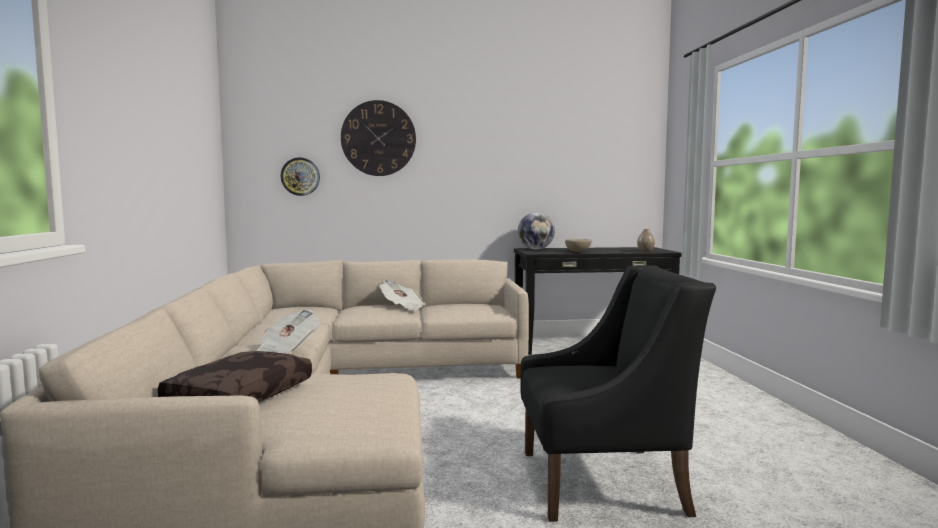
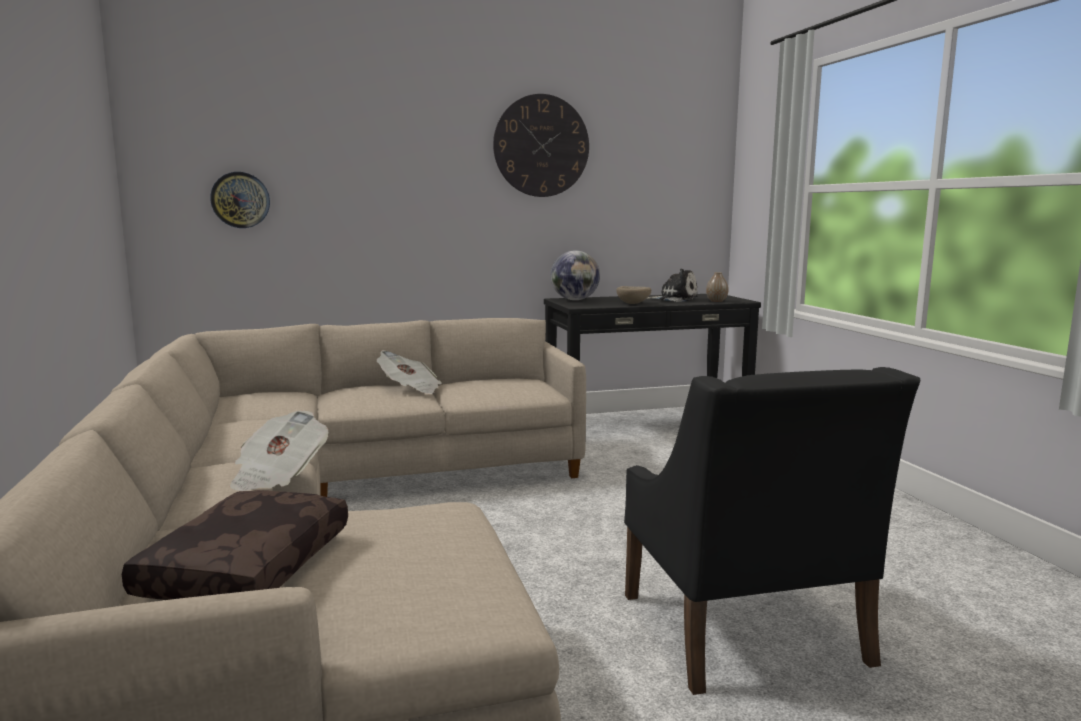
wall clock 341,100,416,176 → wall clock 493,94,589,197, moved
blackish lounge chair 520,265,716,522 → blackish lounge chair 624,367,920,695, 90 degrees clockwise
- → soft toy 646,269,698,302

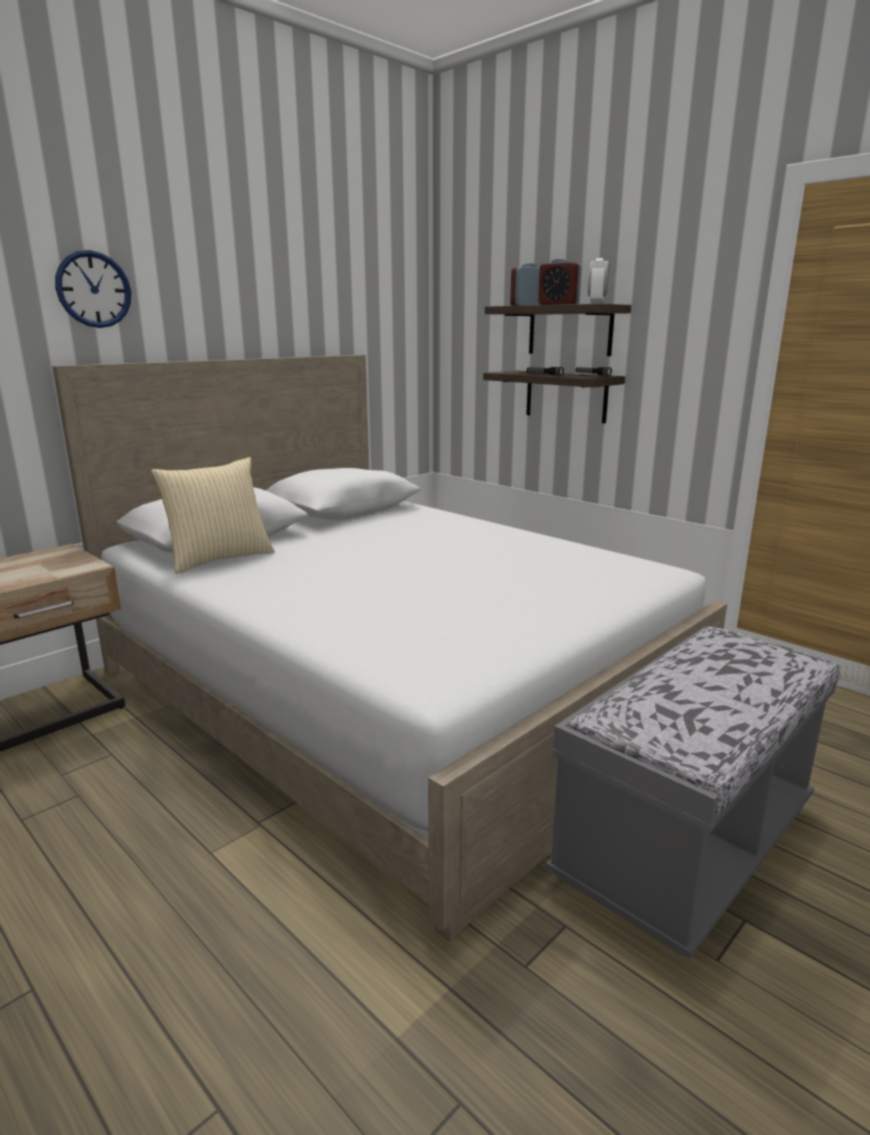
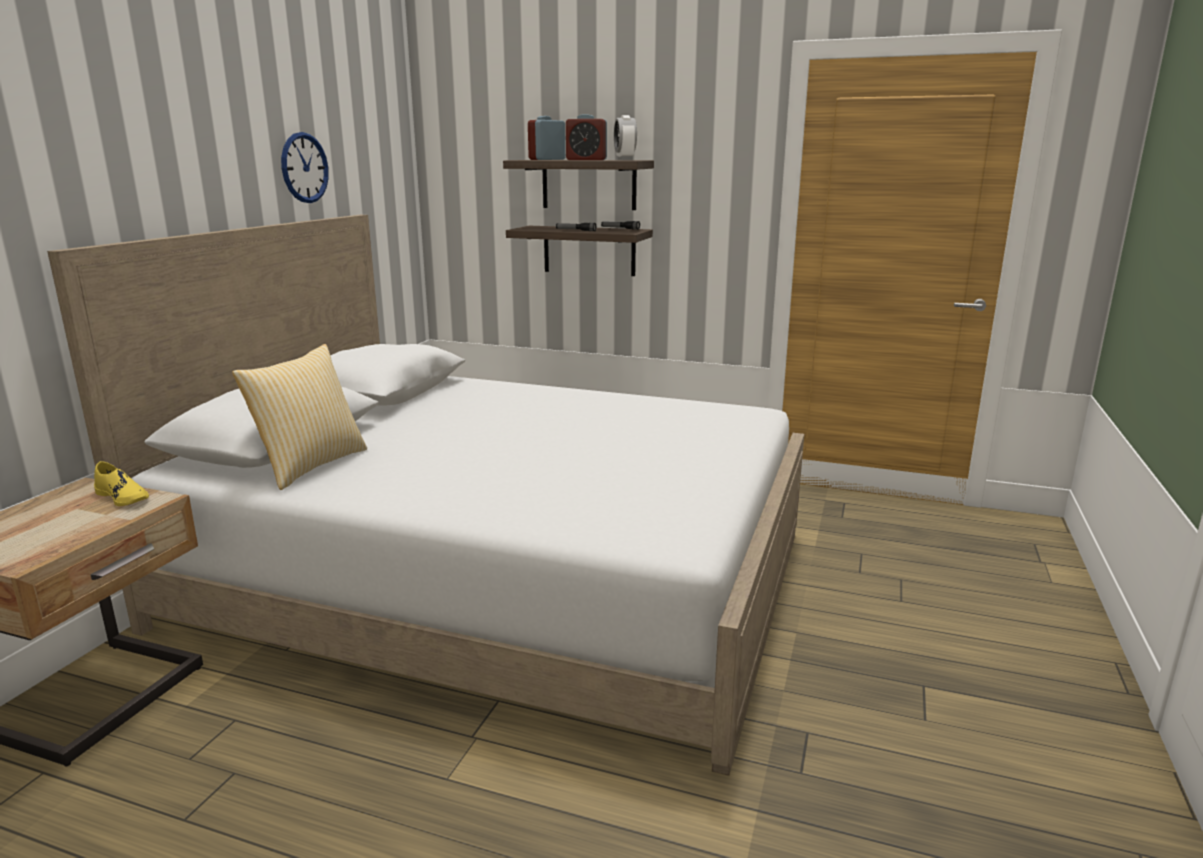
wall clock 55,250,131,328 → wall clock 281,132,329,203, moved
gray bench 545,626,840,959 → -
- → yellow shoe 94,461,149,506

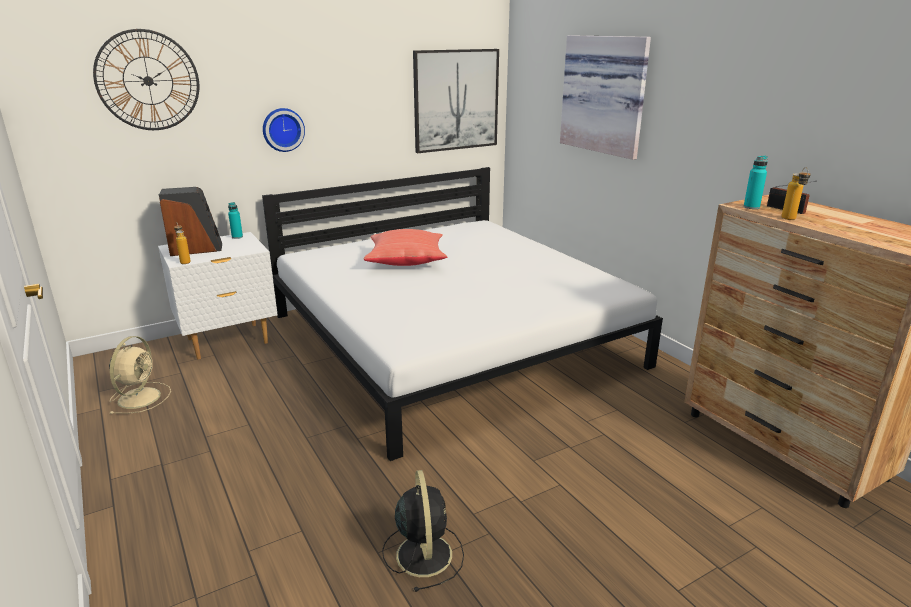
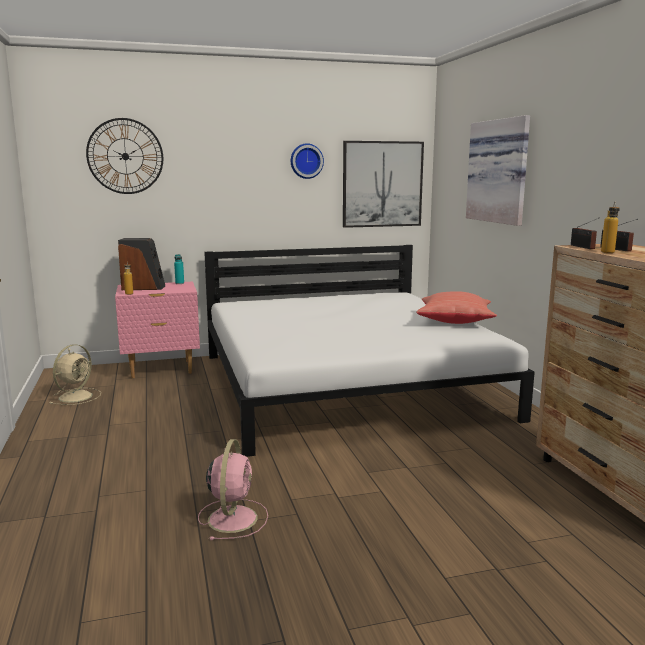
wall clock 263,108,305,152 → wall clock 291,143,324,179, moved
turquoise-coloured bottle 744,156,768,209 → radio receiver 571,218,598,249
reddish cushion 364,229,447,266 → reddish cushion 416,291,497,324, moved
white nightstand 158,232,277,359 → pink nightstand 115,281,200,378
blackish electric fan 382,470,464,592 → pink electric fan 198,439,268,540

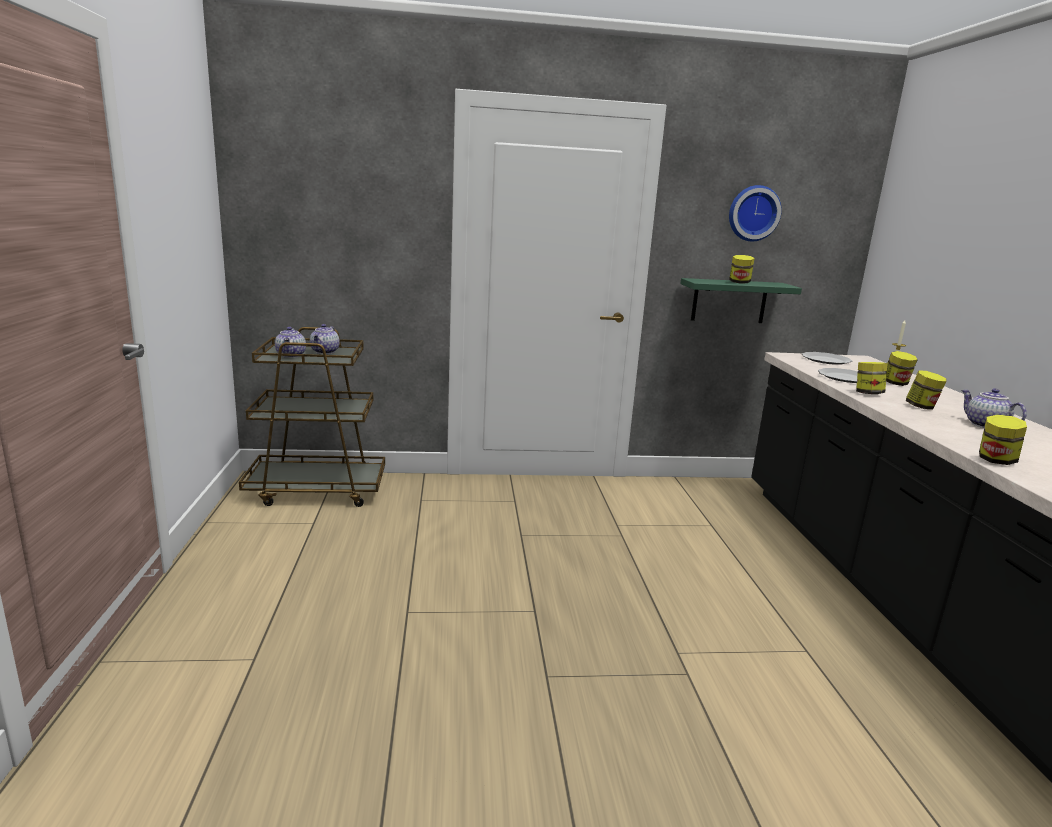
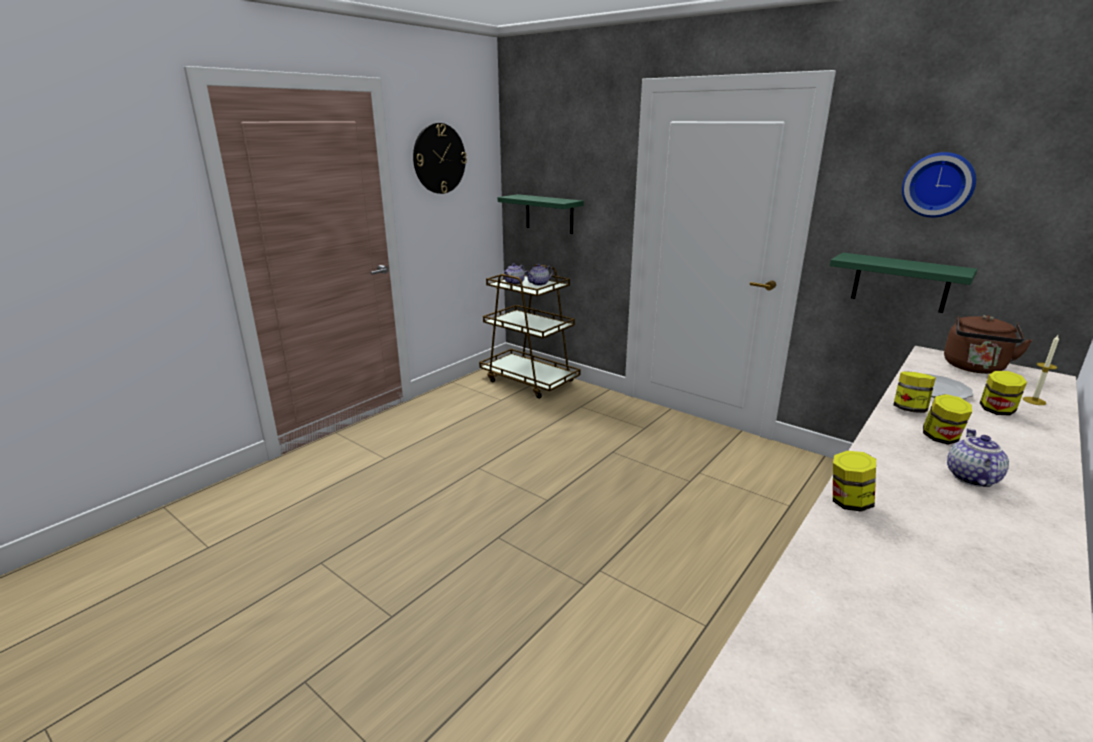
preserve jar 729,255,755,284 → -
dinner plate 802,352,852,365 → brownish tea kettle 944,315,1033,374
- → wall clock 413,123,467,194
- → green-coloured wall shelf 498,194,584,234

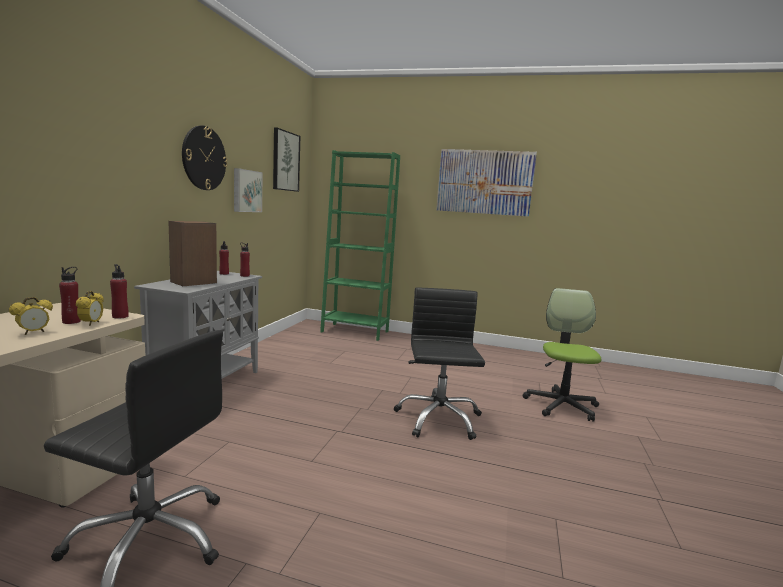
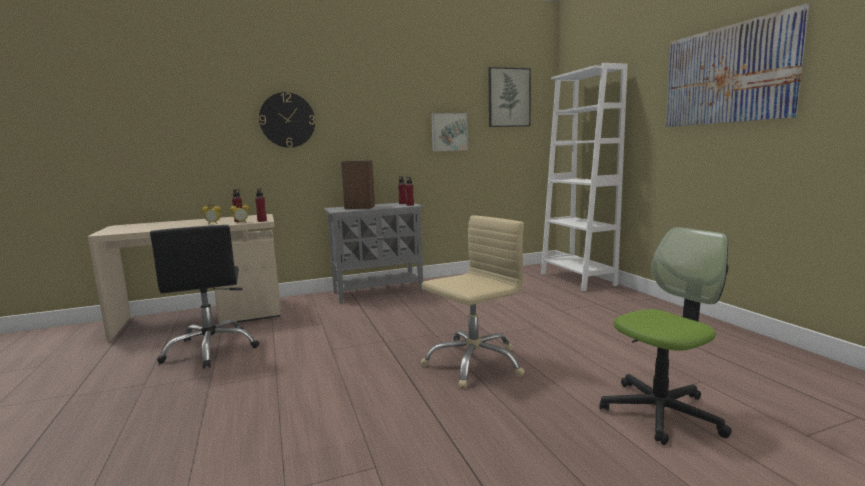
wall clock 182,126,228,190 → wall clock 259,92,315,148, moved
green-coloured bookcase 320,150,400,341 → white bookcase 541,63,628,291
blackish desk chair 394,288,485,440 → sand-coloured desk chair 421,215,525,389

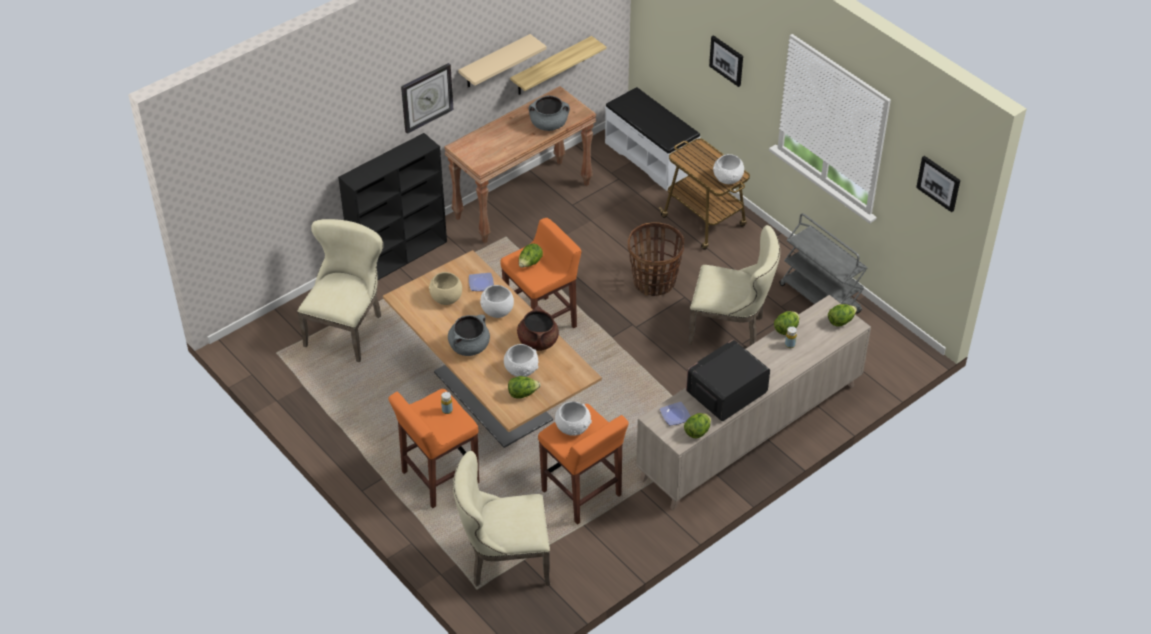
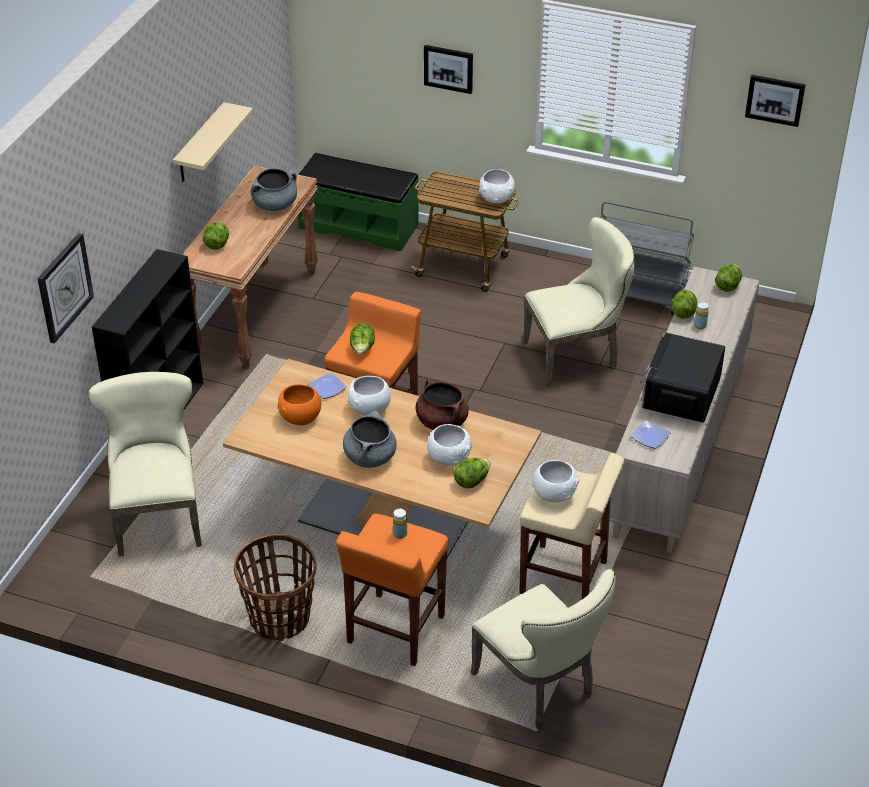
wall shelf 510,36,606,95 → -
wall clock 401,63,454,134 → wall clock 37,233,94,344, moved
white bench 605,87,700,191 → green-coloured bench 298,153,419,251
storage basket 628,222,684,296 → storage basket 234,534,316,641, moved
sand-coloured serving bowl 429,272,462,305 → orangey serving bowl 277,384,321,425
orangey sitting stool 538,404,629,525 → sand-coloured sitting stool 519,453,624,599
lettuce head 684,413,711,439 → lettuce head 203,222,229,250, moved
sand-coloured chair 453,451,550,586 → sand-coloured chair 471,569,616,729, 90 degrees counterclockwise

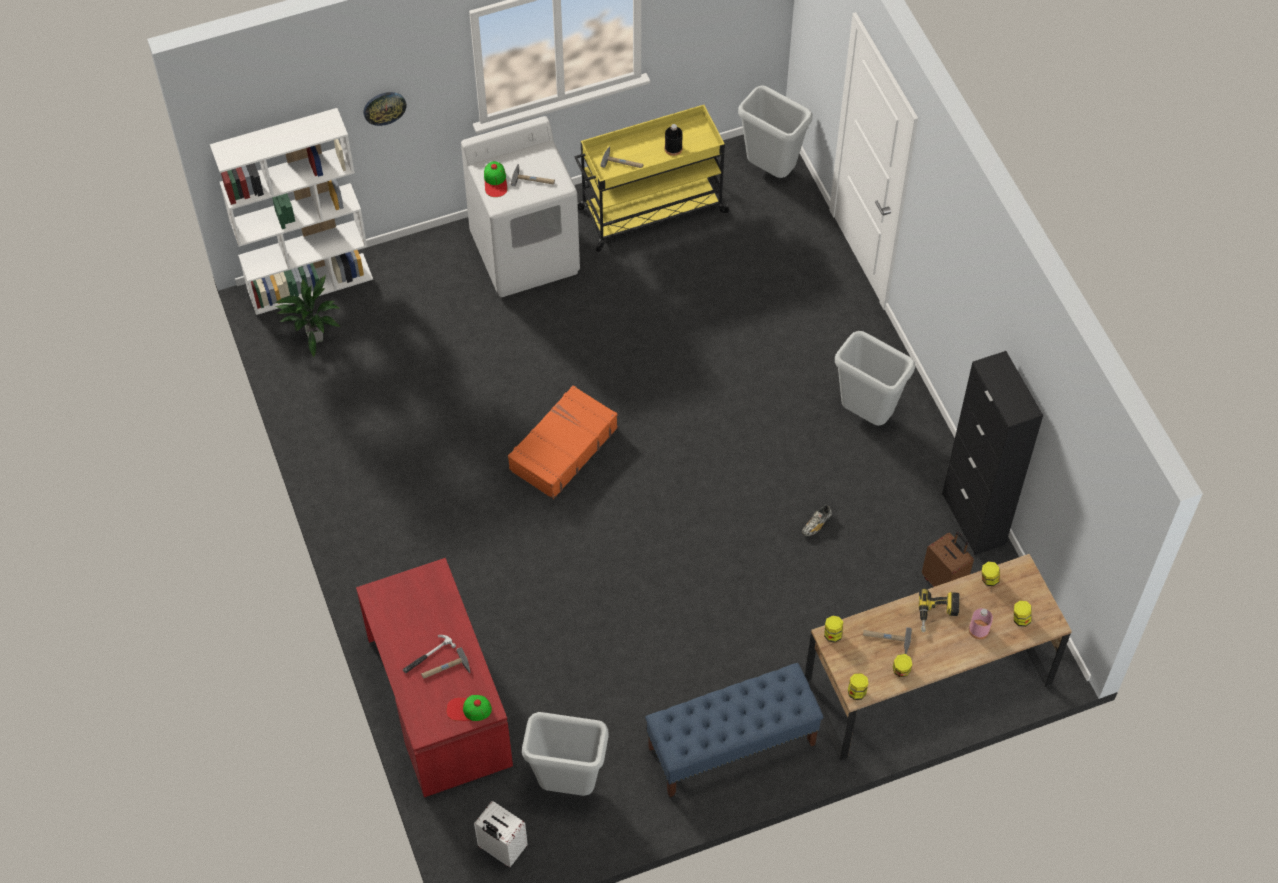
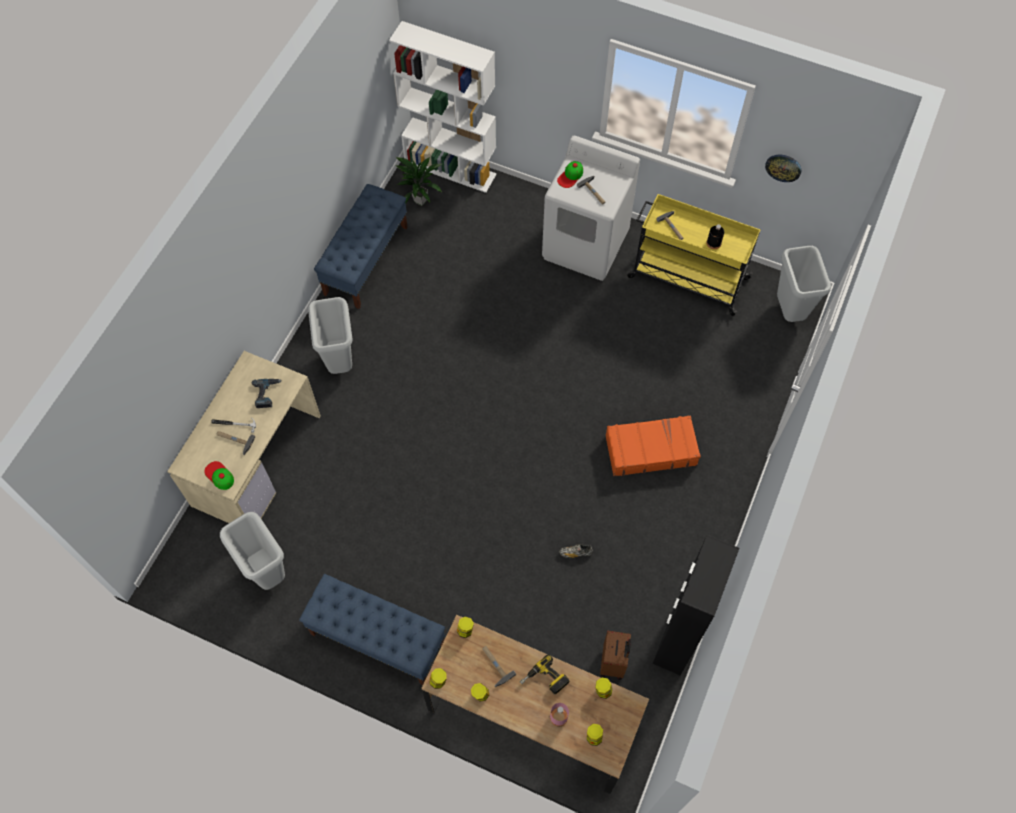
wall clock 364,92,406,126 → wall clock 765,155,801,182, moved
gray trash can 835,331,915,425 → gray trash can 308,297,352,374, moved
orangey suitcase 508,385,618,499 → orangey suitcase 605,415,701,477, moved
reddish desk unit 356,558,513,797 → sand-coloured desk unit 167,351,321,523
white suitcase 474,801,528,867 → -
- → blue bench 314,184,408,309
- → power drill 252,379,282,408

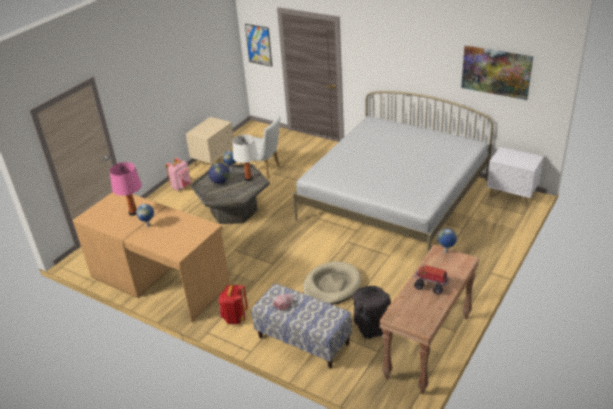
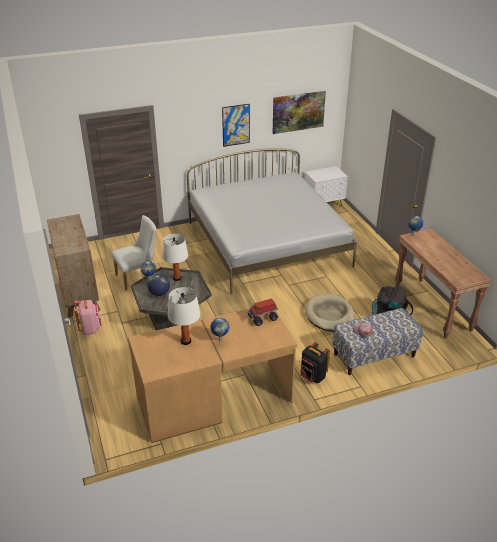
wall picture 245,24,272,67 → wall picture 222,104,250,147, moved
sand-coloured nightstand 186,117,234,166 → brownish drawer chest 47,214,101,318
pink tabletop lamp 110,162,142,216 → white tabletop lamp 168,287,200,345
toy truck 414,265,450,295 → toy truck 248,299,279,326, moved
reddish backpack 218,285,248,324 → blackish backpack 300,342,330,383

